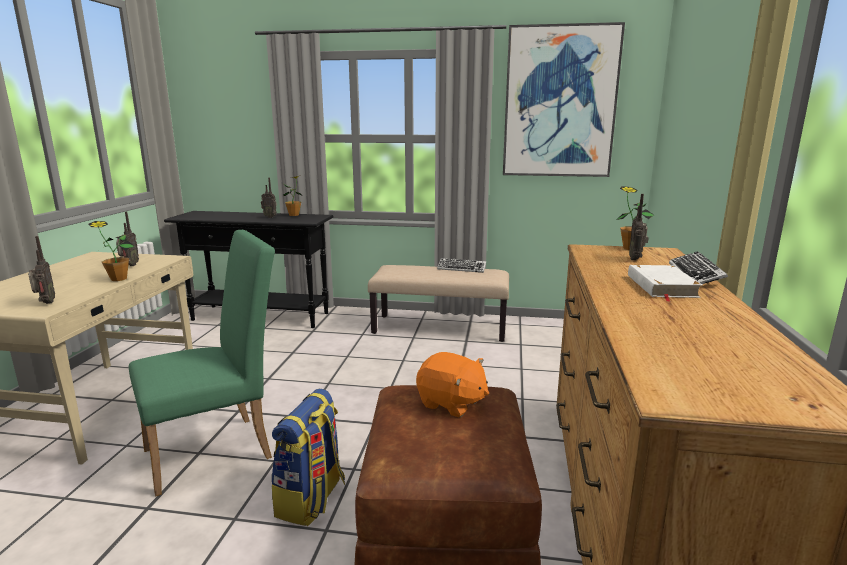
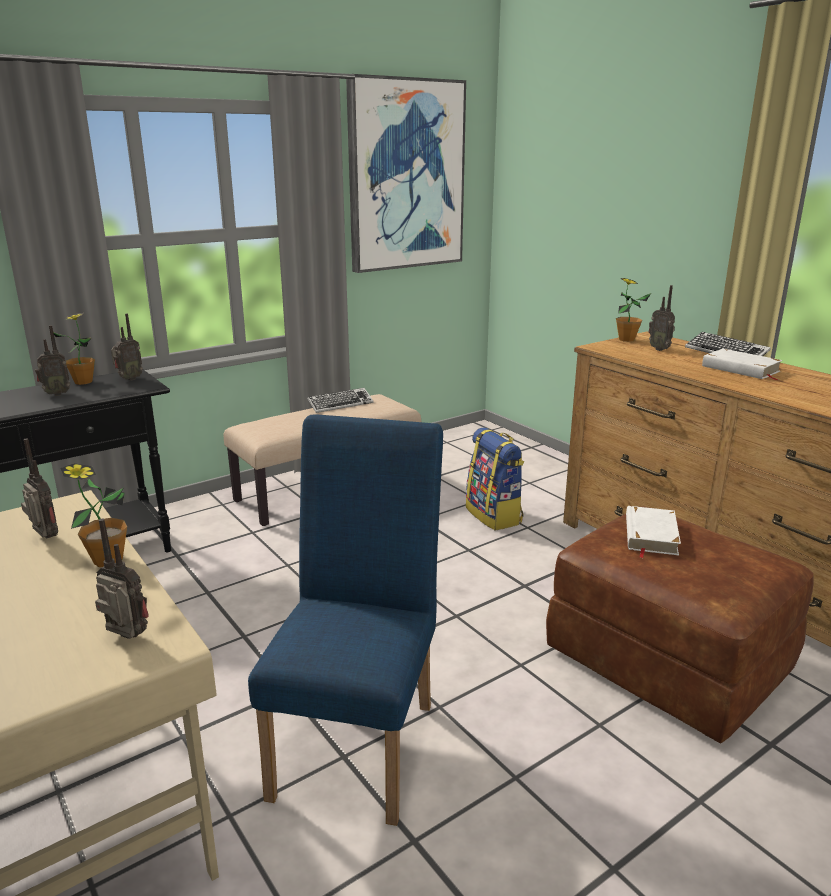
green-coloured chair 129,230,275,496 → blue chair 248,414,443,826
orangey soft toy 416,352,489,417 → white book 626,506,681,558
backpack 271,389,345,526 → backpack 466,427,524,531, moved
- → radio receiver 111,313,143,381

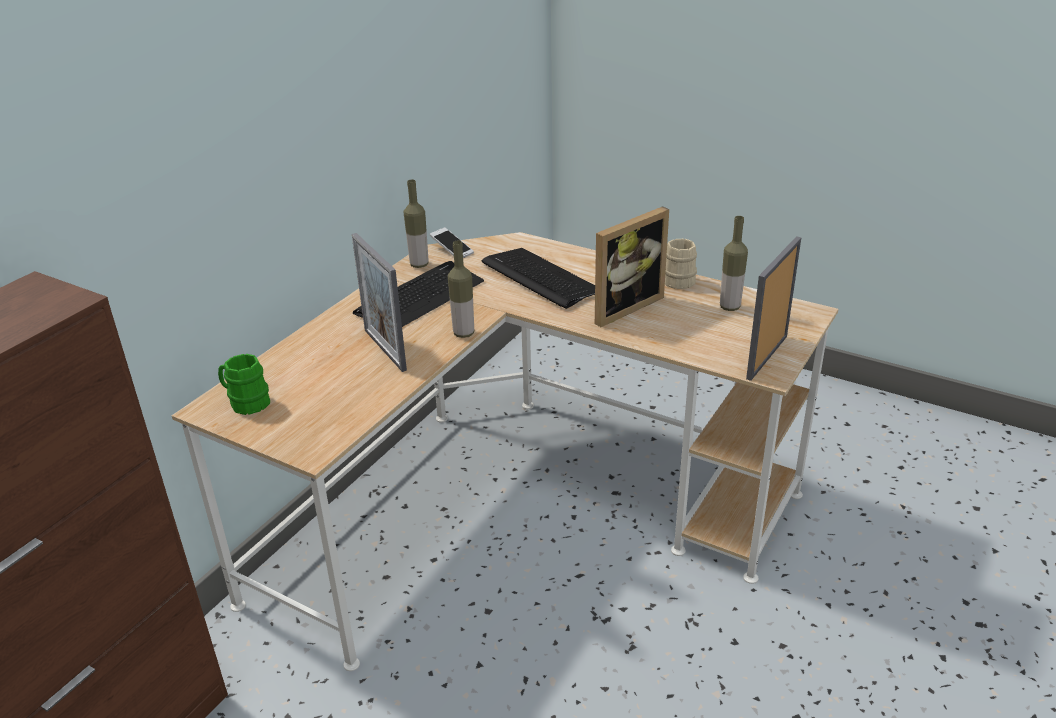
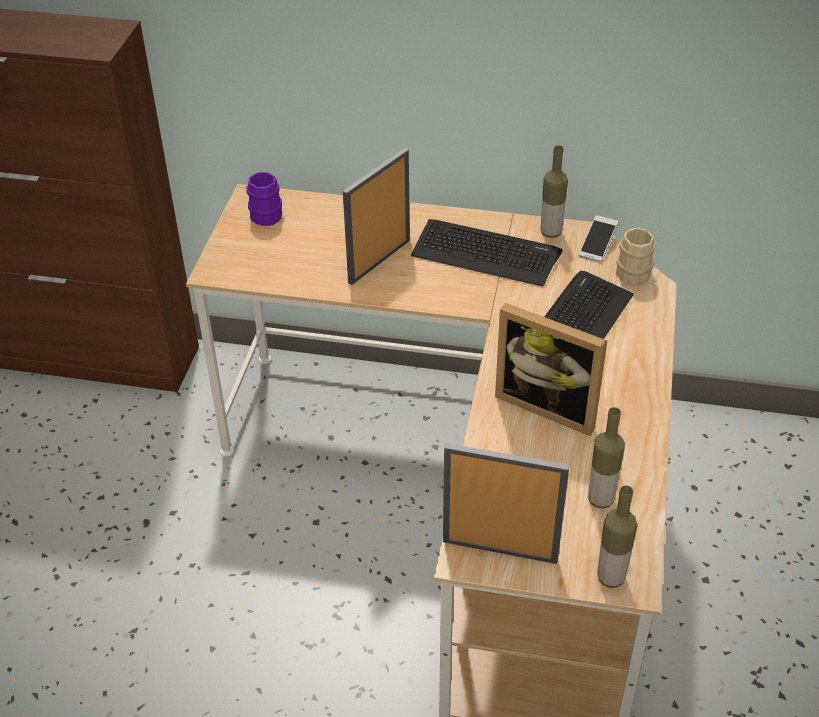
sand-coloured mug 665,239,697,289 → sand-coloured mug 616,228,655,286, moved
bottle 448,241,474,338 → bottle 597,485,637,588, moved
green-coloured mug 218,354,270,415 → purple-coloured mug 246,172,282,226

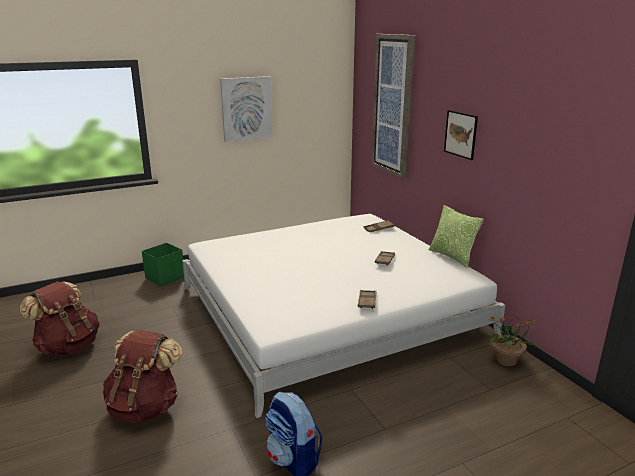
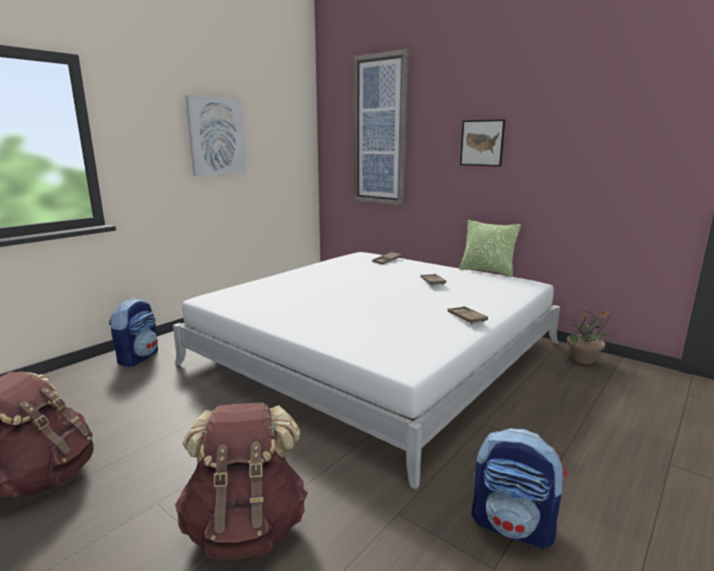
green-coloured storage container 142,243,184,286 → backpack 109,298,158,367

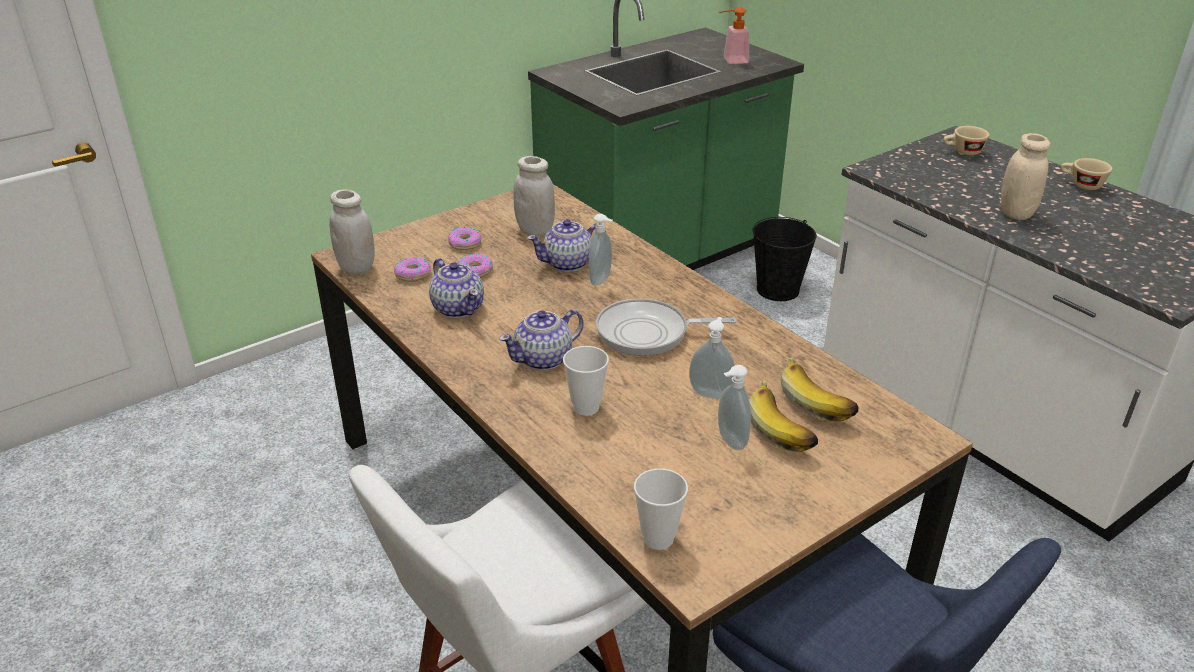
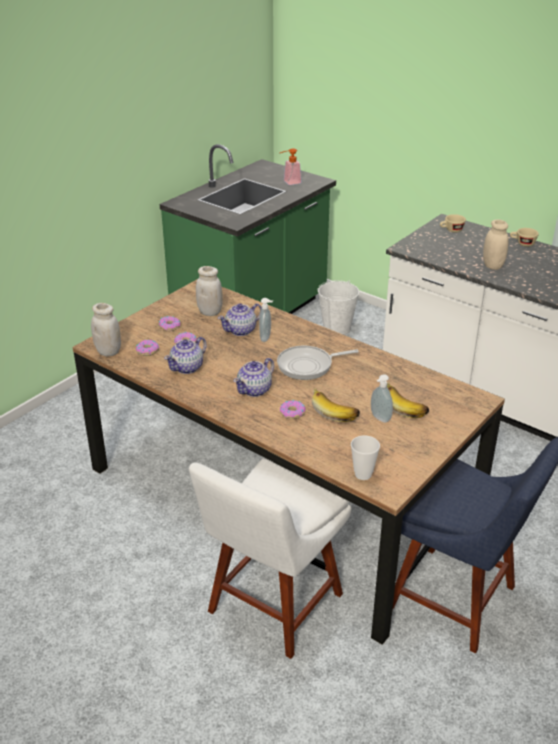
blackish water bucket 753,217,817,301 → white water bucket 318,280,359,335
pot for tea 429,258,484,318 → pot for tea 164,337,207,374, 90 degrees clockwise
soap bottle 689,317,735,399 → -
cup 563,346,609,416 → doughnut 280,400,306,419
banana fruit 781,357,859,422 → banana fruit 312,388,360,422, moved

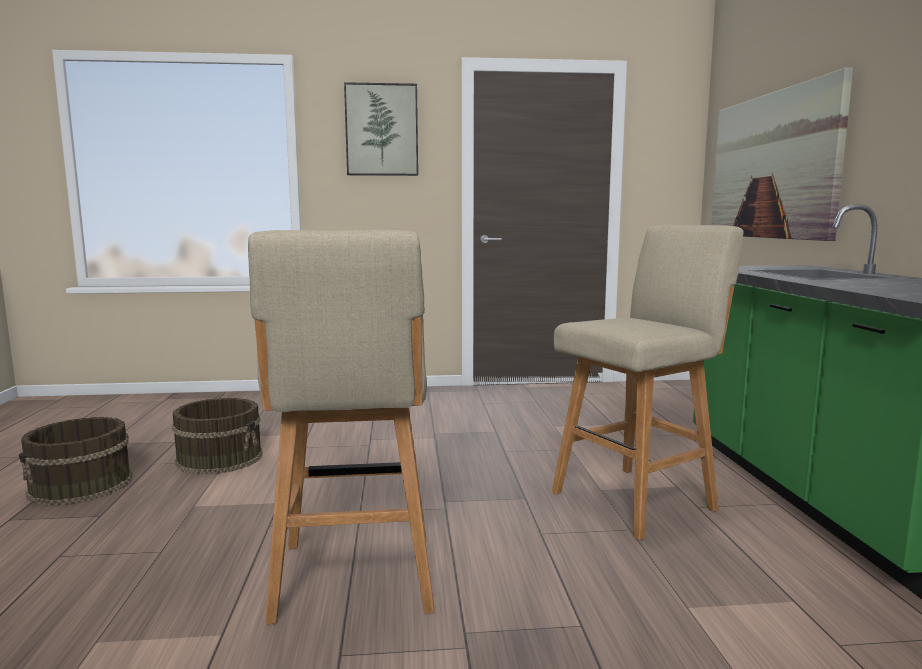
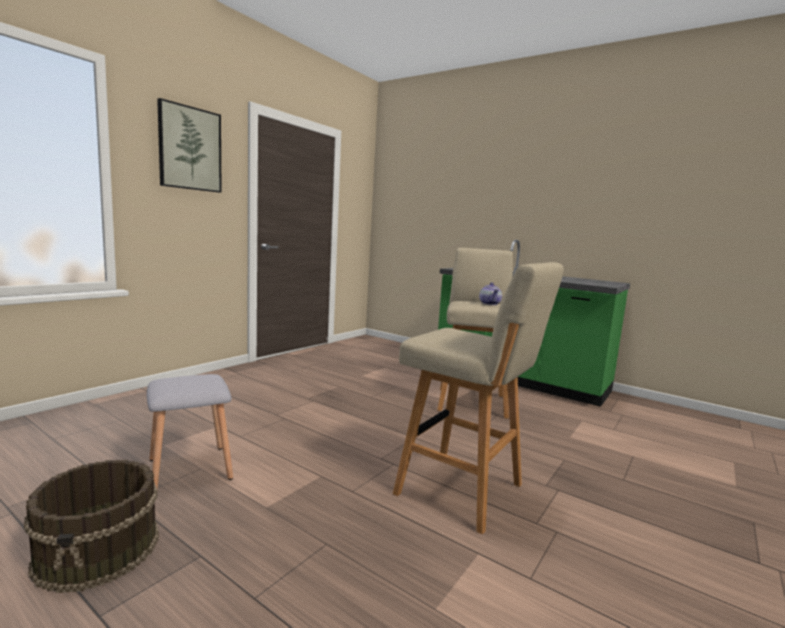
wall picture 711,68,853,241 → -
brownish water bucket 172,398,263,475 → gray sitting stool 147,374,233,489
- → pot for tea 479,282,502,305

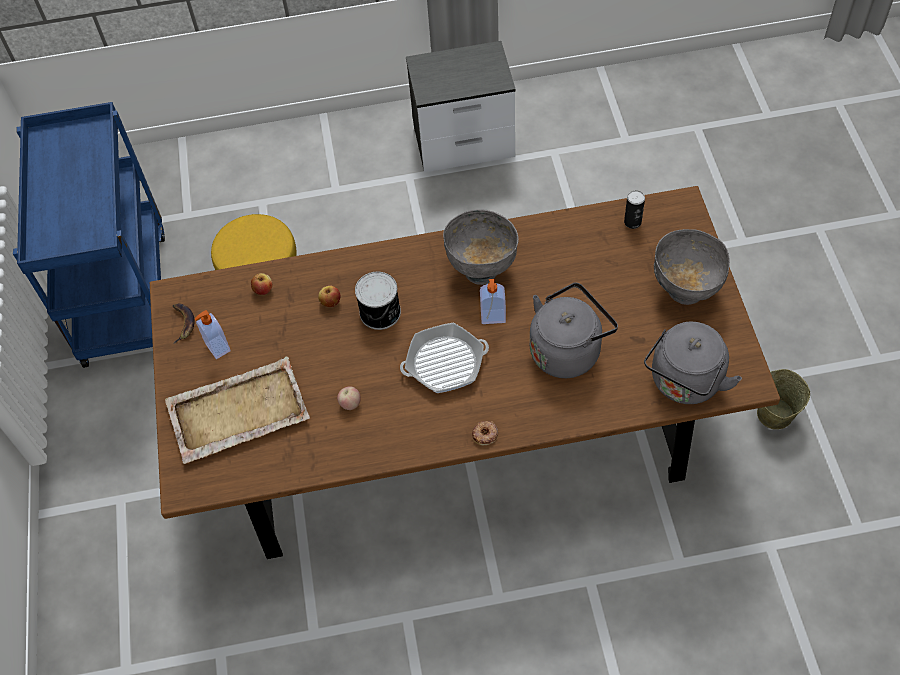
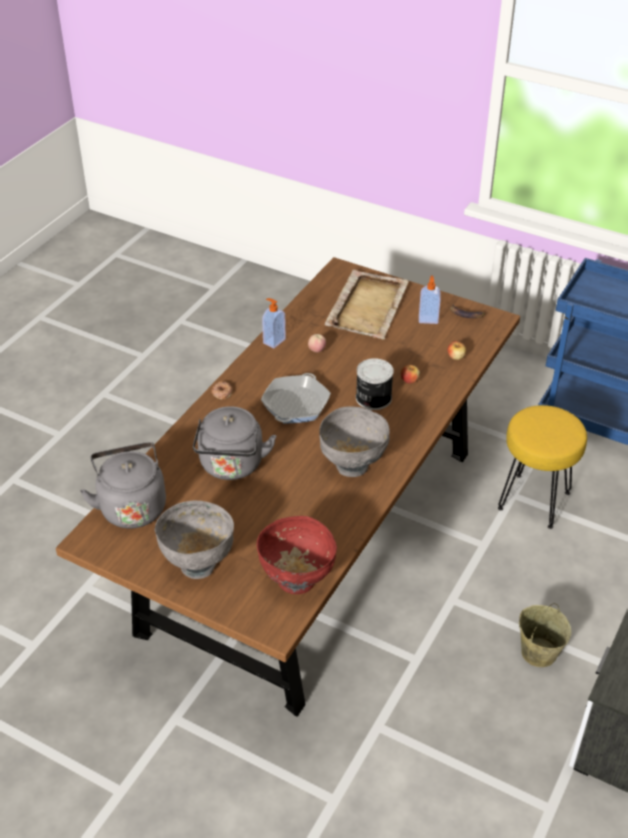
sealed can 624,190,645,229 → reddish serving bowl 256,516,337,594
soap bottle 480,279,506,324 → soap bottle 262,298,286,348, moved
sand-coloured water bucket 757,369,810,429 → sand-coloured water bucket 519,603,571,667, moved

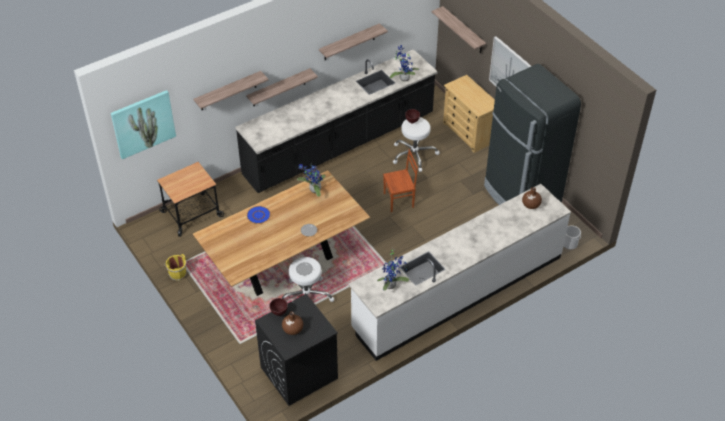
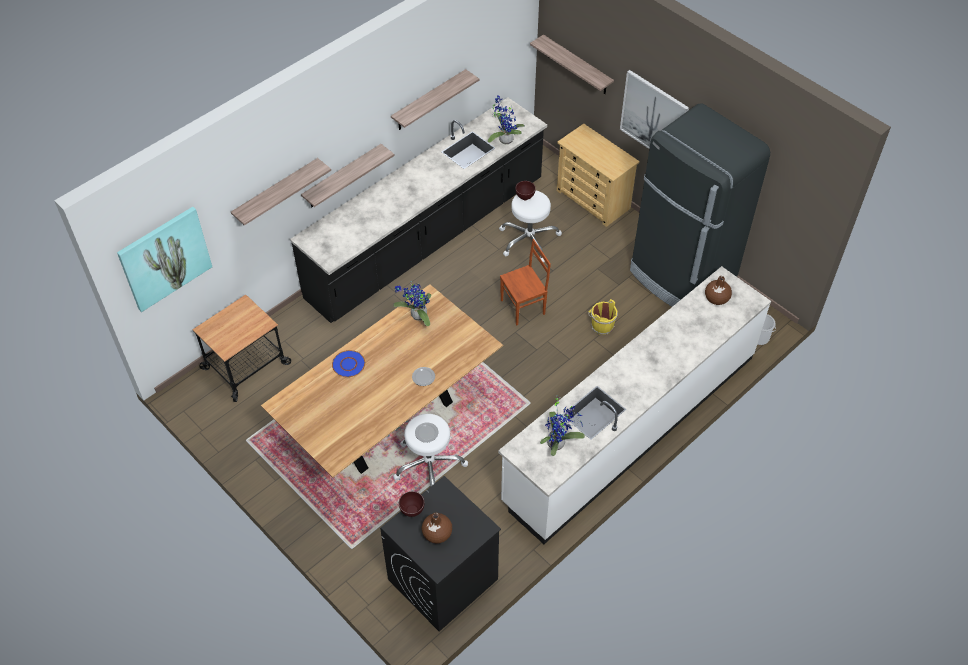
yellow water bucket 164,254,187,281 → yellow water bucket 588,299,618,335, moved

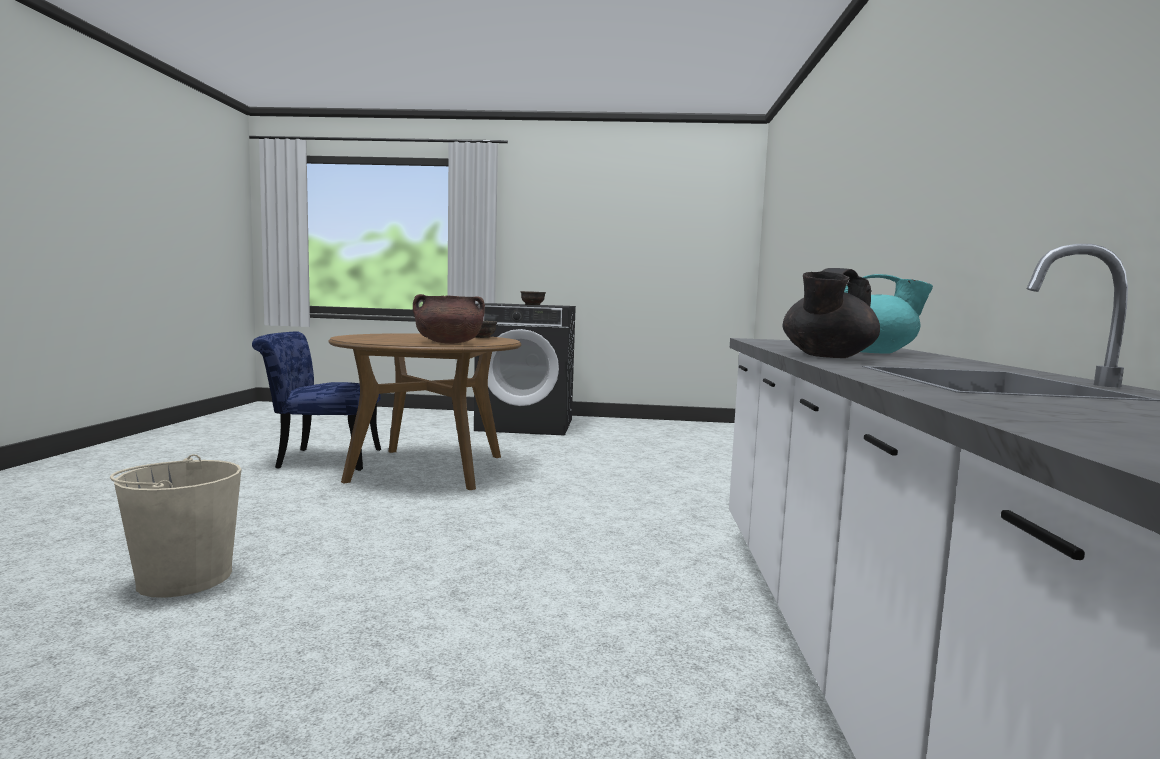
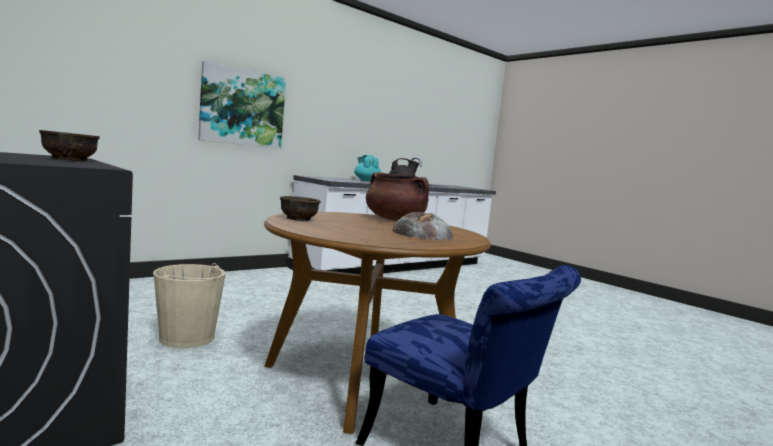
sand-coloured water bucket 110,454,241,598 → sand-coloured water bucket 153,263,226,348, moved
- → wall picture 198,61,286,149
- → baked bread 392,212,453,241

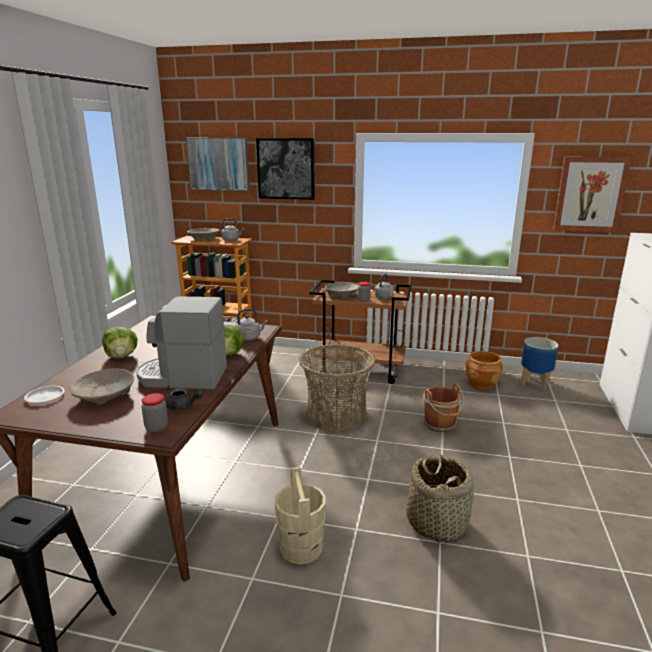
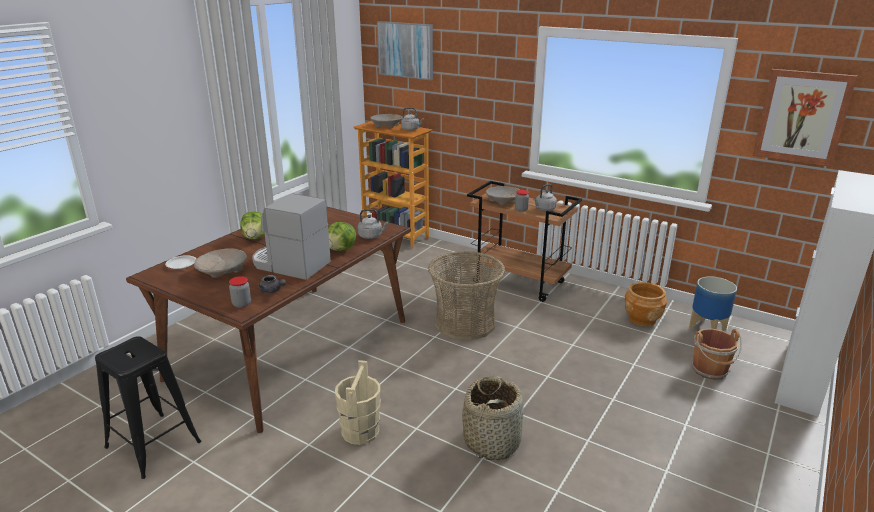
wall picture 256,138,315,200 → -
brownish water bucket 423,383,464,432 → brownish water bucket 692,329,742,380, moved

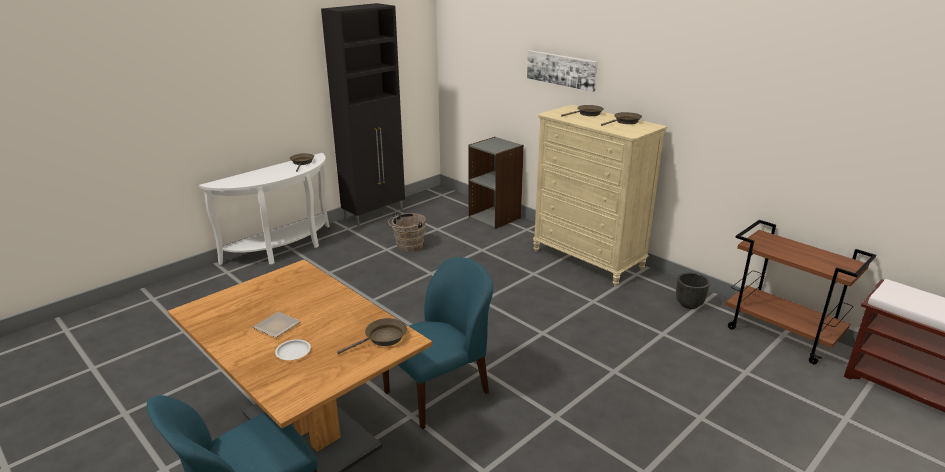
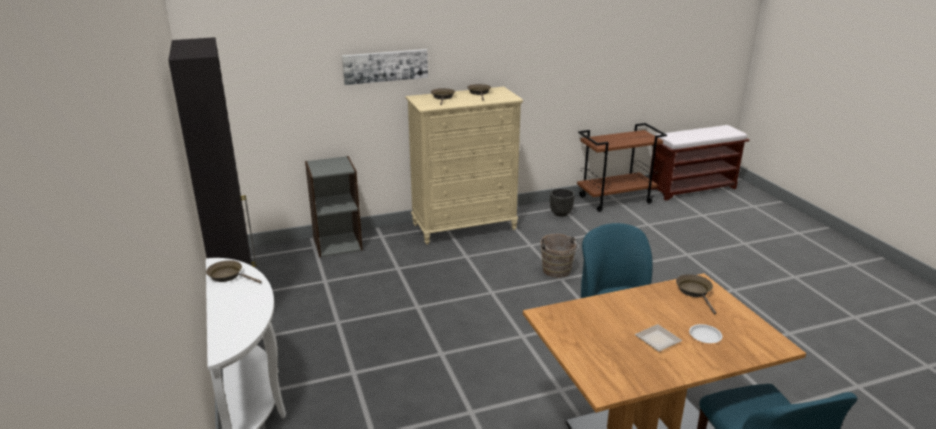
brownish water bucket 388,213,426,252 → brownish water bucket 541,234,579,278, moved

